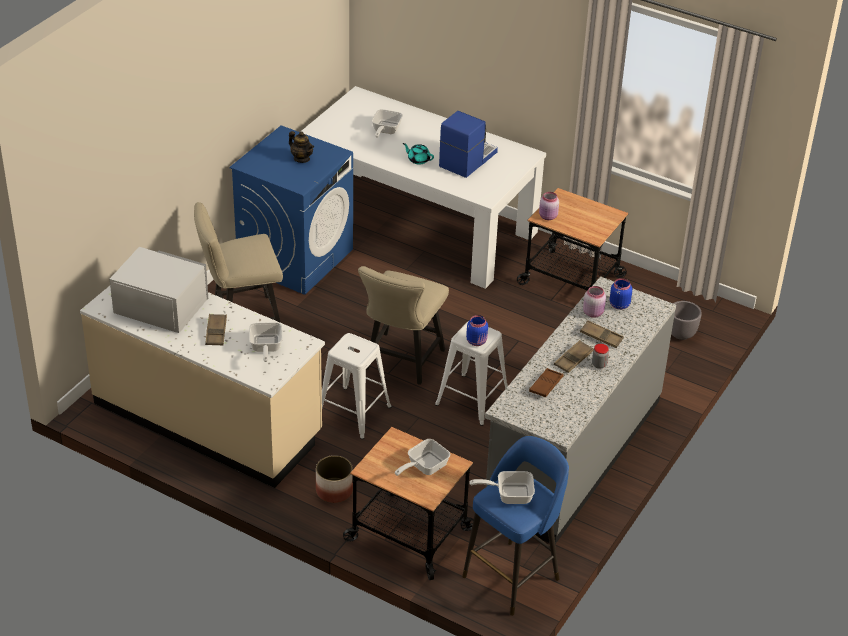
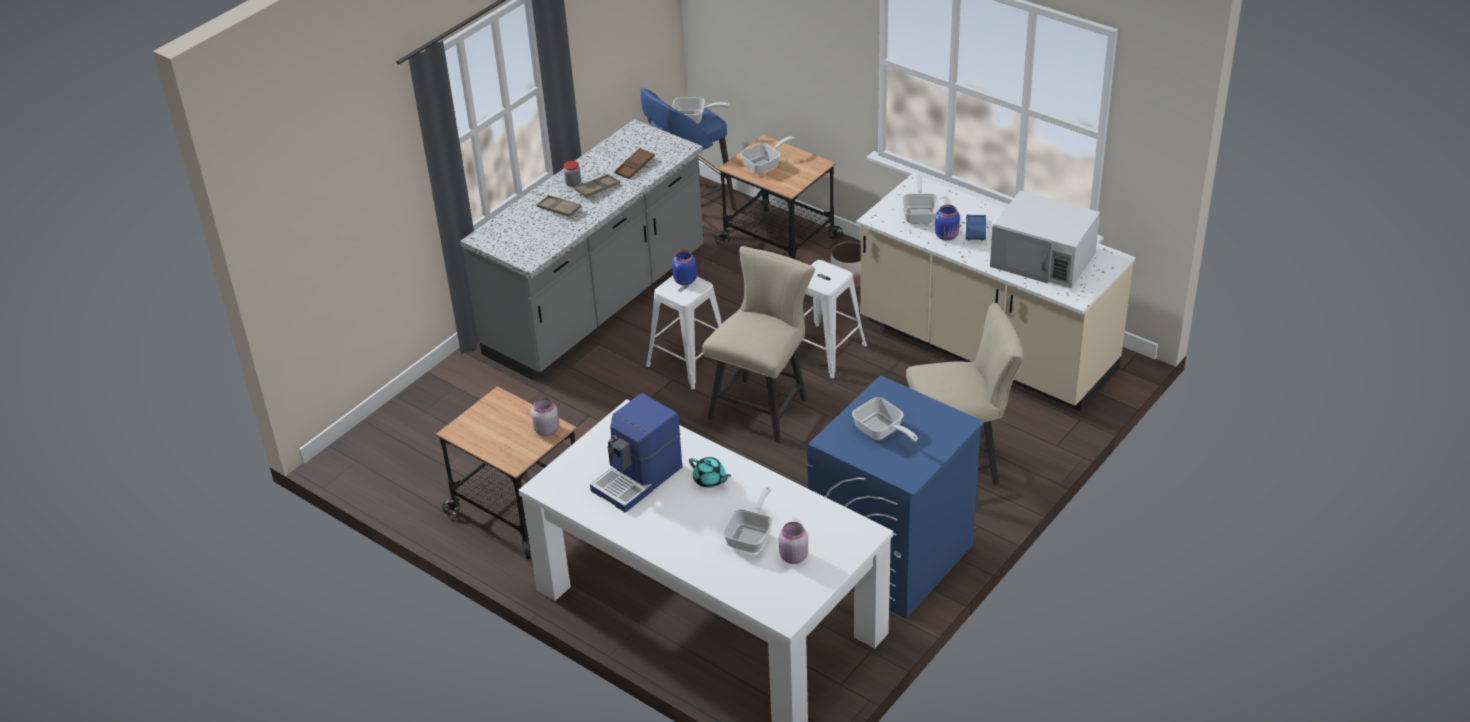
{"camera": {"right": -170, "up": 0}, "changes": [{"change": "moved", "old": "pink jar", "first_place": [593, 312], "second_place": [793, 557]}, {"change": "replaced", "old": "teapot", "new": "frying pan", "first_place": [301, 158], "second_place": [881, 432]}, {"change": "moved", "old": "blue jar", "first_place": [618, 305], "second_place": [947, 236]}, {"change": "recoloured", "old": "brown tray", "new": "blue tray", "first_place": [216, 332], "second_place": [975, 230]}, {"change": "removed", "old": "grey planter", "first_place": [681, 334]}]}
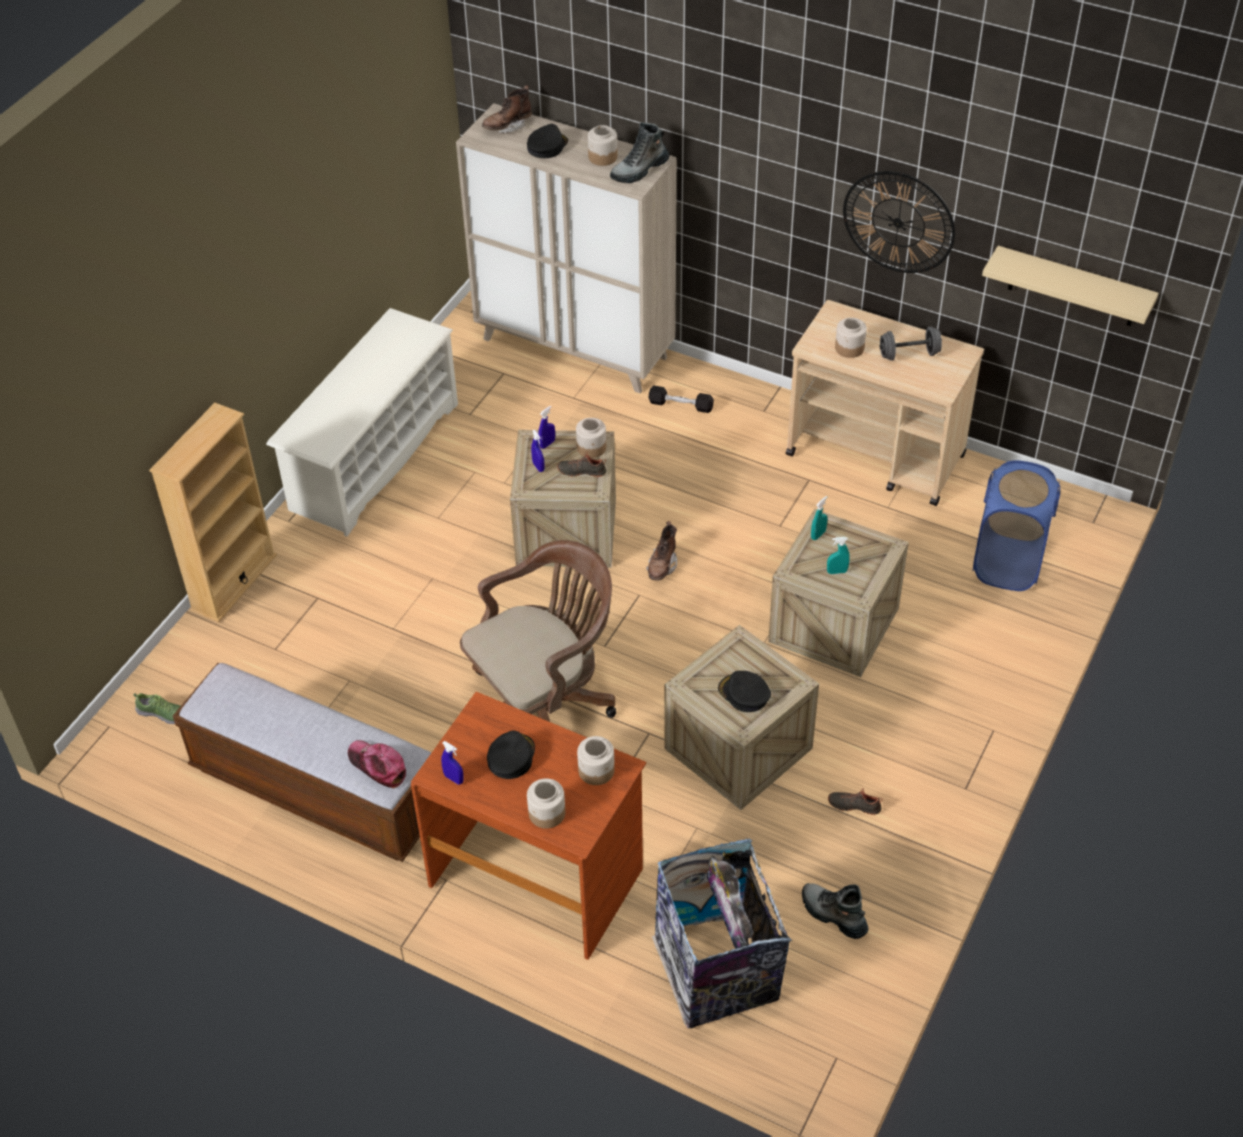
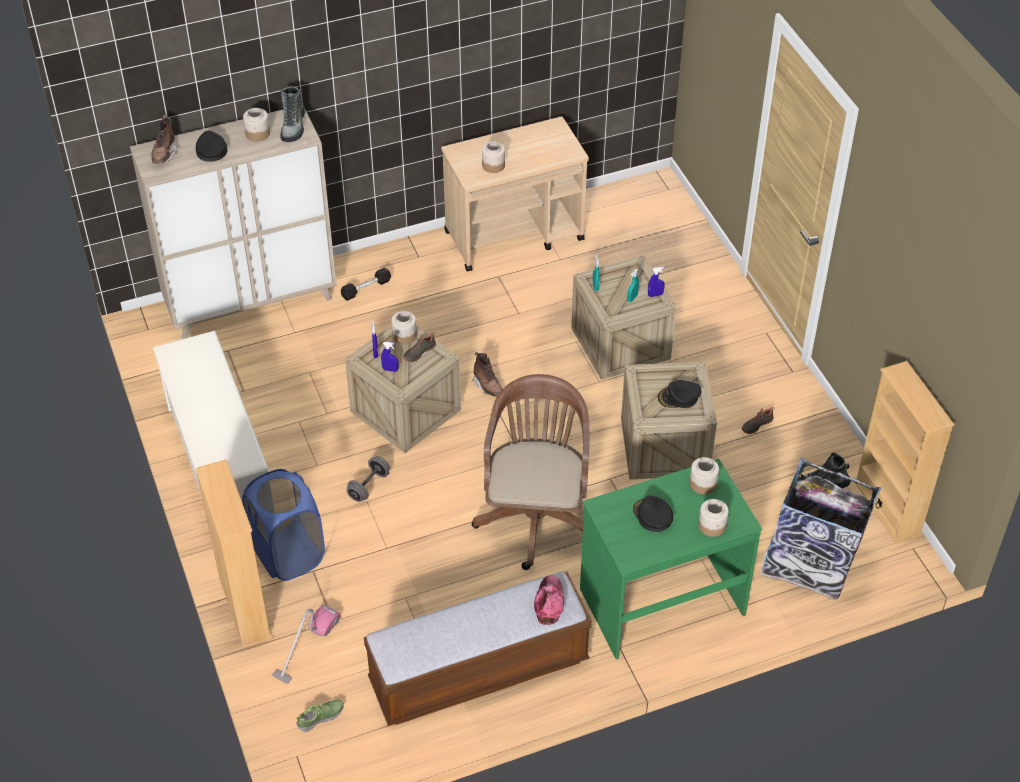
{"camera": {"right": -50, "up": 0}, "changes": [{"change": "moved", "old": "blue laundry basket", "first_place": [1007, 564], "second_place": [288, 554]}, {"change": "added", "new": "vacuum cleaner", "second_place": [306, 646]}, {"change": "moved", "old": "grey dumbbell", "first_place": [909, 354], "second_place": [369, 486]}, {"change": "turned", "old": "cap", "first_place": [378, 766], "second_place": [549, 602], "degrees": 105}, {"change": "recoloured", "old": "brown desk", "new": "green desk", "first_place": [537, 876], "second_place": [661, 600]}, {"change": "moved", "old": "blue spray bottle", "first_place": [453, 778], "second_place": [655, 295]}, {"change": "added", "new": "beige bookcase", "second_place": [887, 508]}, {"change": "removed", "old": "wall clock", "first_place": [898, 222]}, {"change": "removed", "old": "beige shelf", "first_place": [1073, 287]}]}
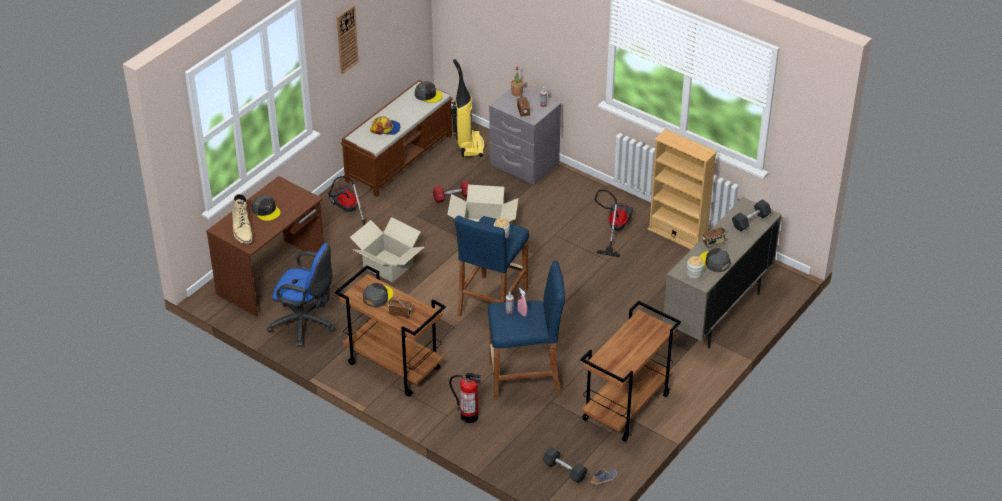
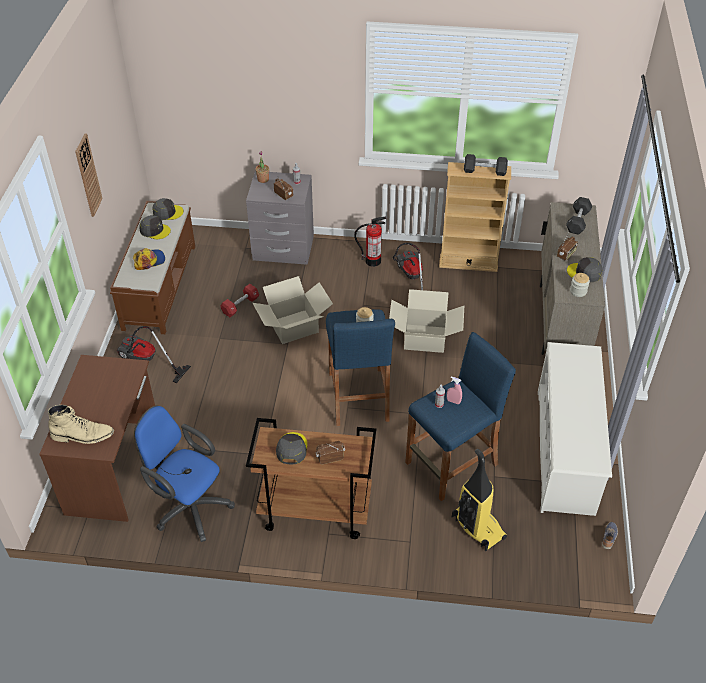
{"camera": {"right": -30, "up": 5}, "changes": [{"change": "turned", "old": "beige boot", "first_place": [242, 230], "second_place": [82, 435], "degrees": -45}, {"change": "turned", "old": "blue office chair", "first_place": [306, 325], "second_place": [189, 506], "degrees": -135}, {"change": "moved", "old": "grey cap", "first_place": [266, 210], "second_place": [155, 230]}, {"change": "moved", "old": "fire extinguisher", "first_place": [469, 416], "second_place": [373, 261]}, {"change": "moved", "old": "cardboard box", "first_place": [388, 266], "second_place": [425, 338]}, {"change": "moved", "old": "vacuum cleaner", "first_place": [469, 145], "second_place": [477, 528]}, {"change": "moved", "old": "black dumbbell", "first_place": [564, 470], "second_place": [484, 171]}, {"change": "replaced", "old": "brown cart", "new": "white shoe rack", "first_place": [626, 408], "second_place": [565, 451]}]}
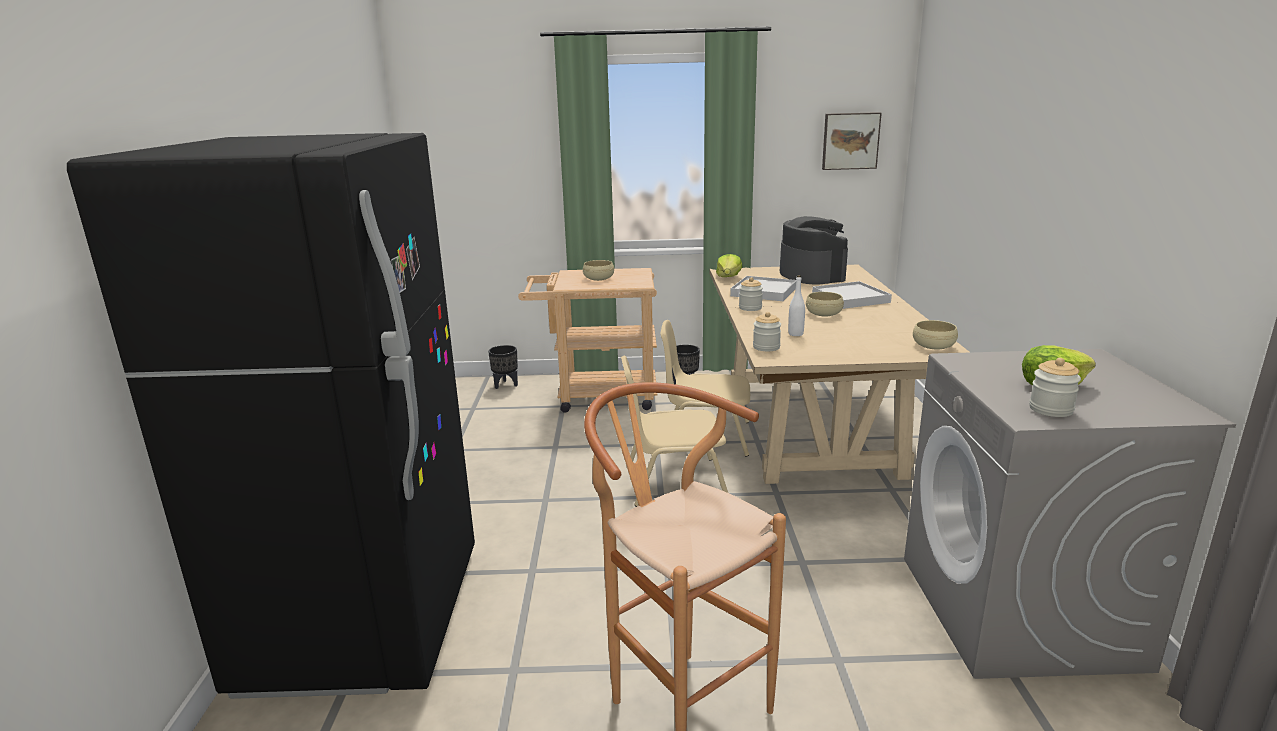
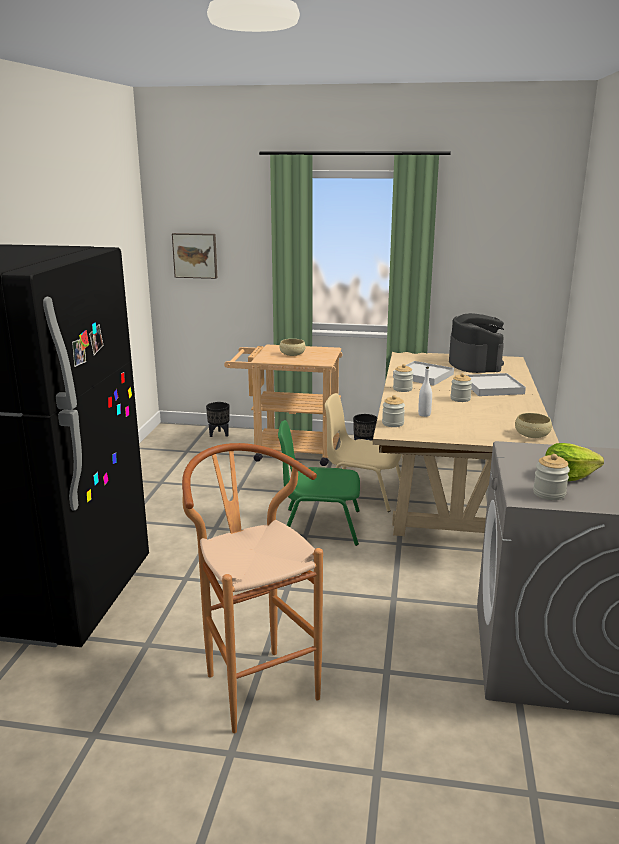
{"camera": {"right": 10, "up": 0}, "changes": [{"change": "moved", "old": "picture", "first_place": [850, 141], "second_place": [195, 255]}, {"change": "recoloured", "old": "beige chair", "new": "green chair", "first_place": [673, 482], "second_place": [320, 526]}, {"change": "replaced", "old": "beige bowl", "new": "jar", "first_place": [823, 313], "second_place": [460, 399]}, {"change": "removed", "old": "lettuce", "first_place": [728, 277]}]}
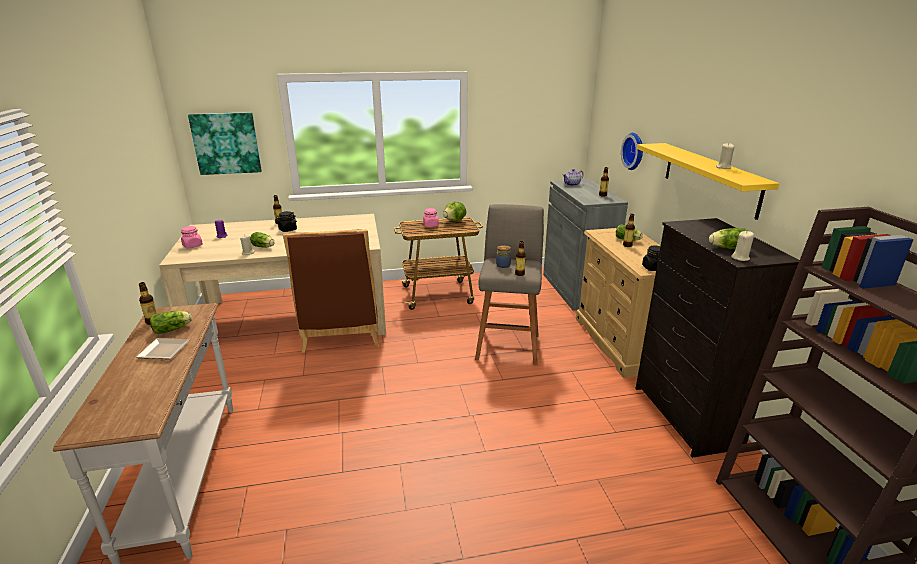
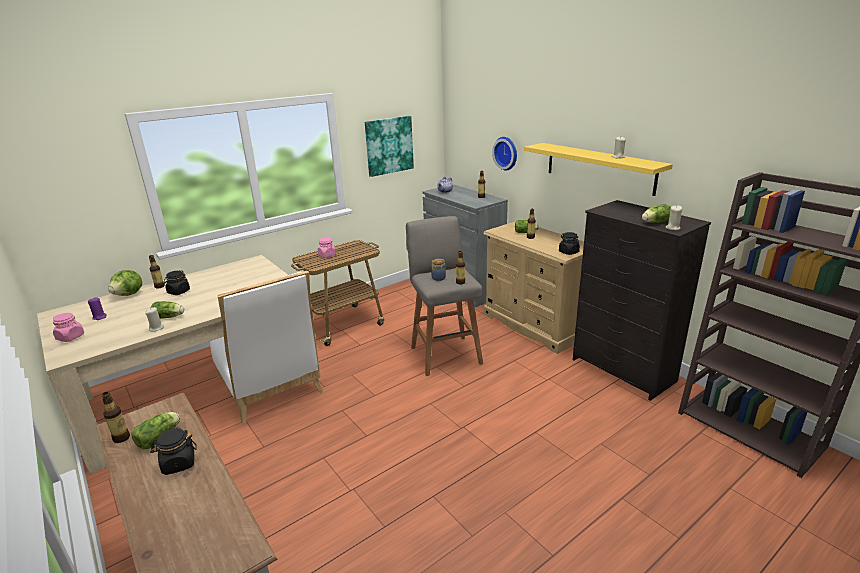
{"camera": {"right": -25, "up": 0}, "changes": [{"change": "moved", "old": "lettuce", "first_place": [455, 221], "second_place": [129, 294]}, {"change": "replaced", "old": "plate", "new": "black jar", "first_place": [166, 350], "second_place": [178, 463]}, {"change": "recoloured", "old": "brown chair", "new": "white chair", "first_place": [342, 331], "second_place": [271, 388]}, {"change": "moved", "old": "picture", "first_place": [226, 143], "second_place": [389, 145]}]}
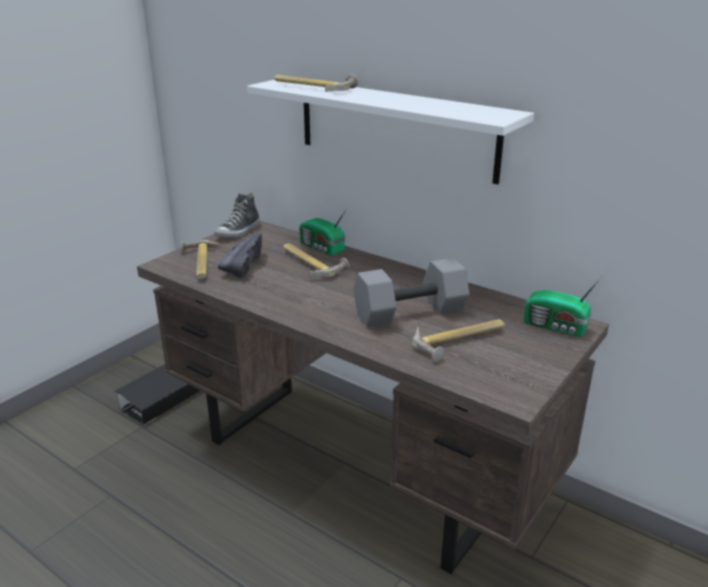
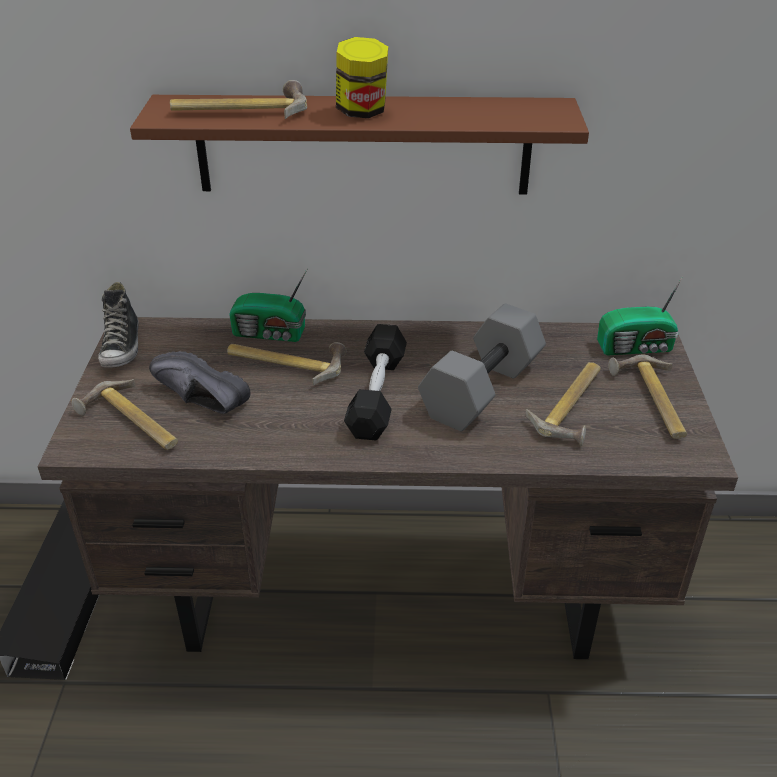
{"camera": {"right": -35, "up": 10}, "changes": [{"change": "recoloured", "old": "white shelf", "new": "brown shelf", "first_place": [395, 128], "second_place": [363, 145]}, {"change": "turned", "old": "black shoe", "first_place": [242, 265], "second_place": [197, 402], "degrees": -45}, {"change": "added", "new": "jar", "second_place": [362, 112]}, {"change": "added", "new": "black dumbbell", "second_place": [377, 394]}, {"change": "added", "new": "hammer", "second_place": [651, 401]}]}
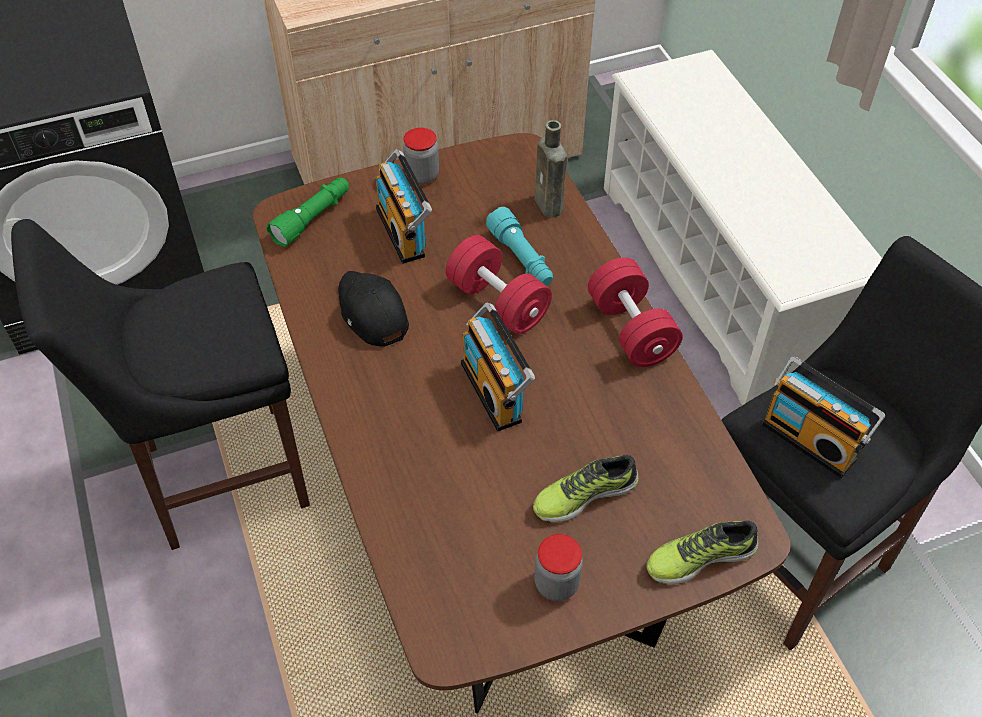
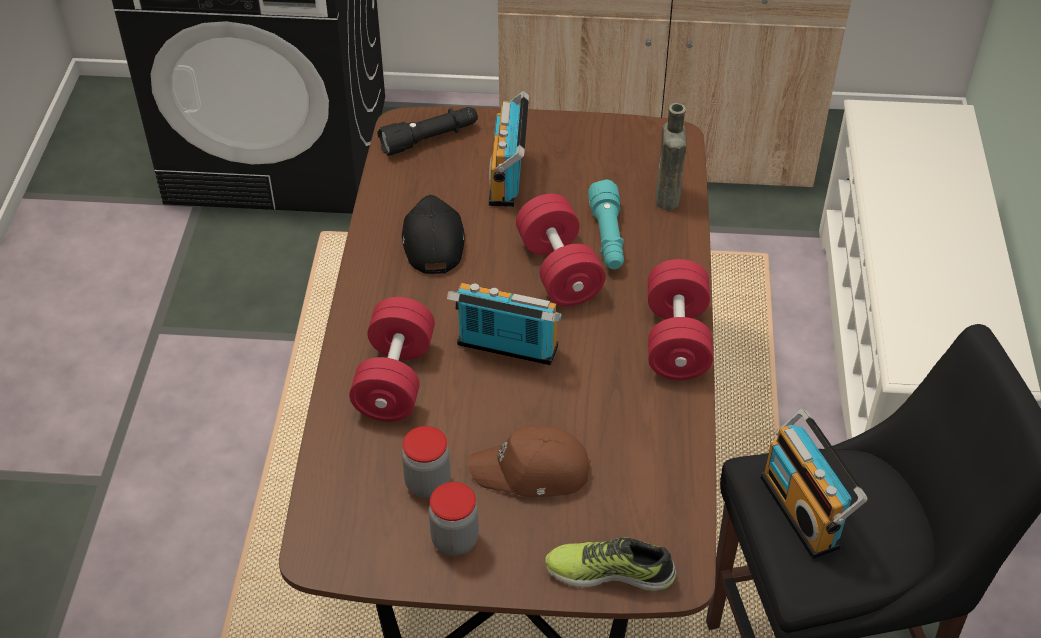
{"camera": {"right": 25, "up": -5}, "changes": [{"change": "added", "new": "red dumbbell", "second_place": [395, 379]}, {"change": "recoloured", "old": "green flashlight", "new": "black flashlight", "first_place": [313, 218], "second_place": [430, 139]}, {"change": "moved", "old": "jar", "first_place": [422, 175], "second_place": [428, 483]}, {"change": "turned", "old": "radio", "first_place": [495, 391], "second_place": [505, 349], "degrees": 105}, {"change": "replaced", "old": "shoe", "new": "brown cap", "first_place": [584, 494], "second_place": [532, 472]}, {"change": "removed", "old": "black stool", "first_place": [217, 477]}]}
